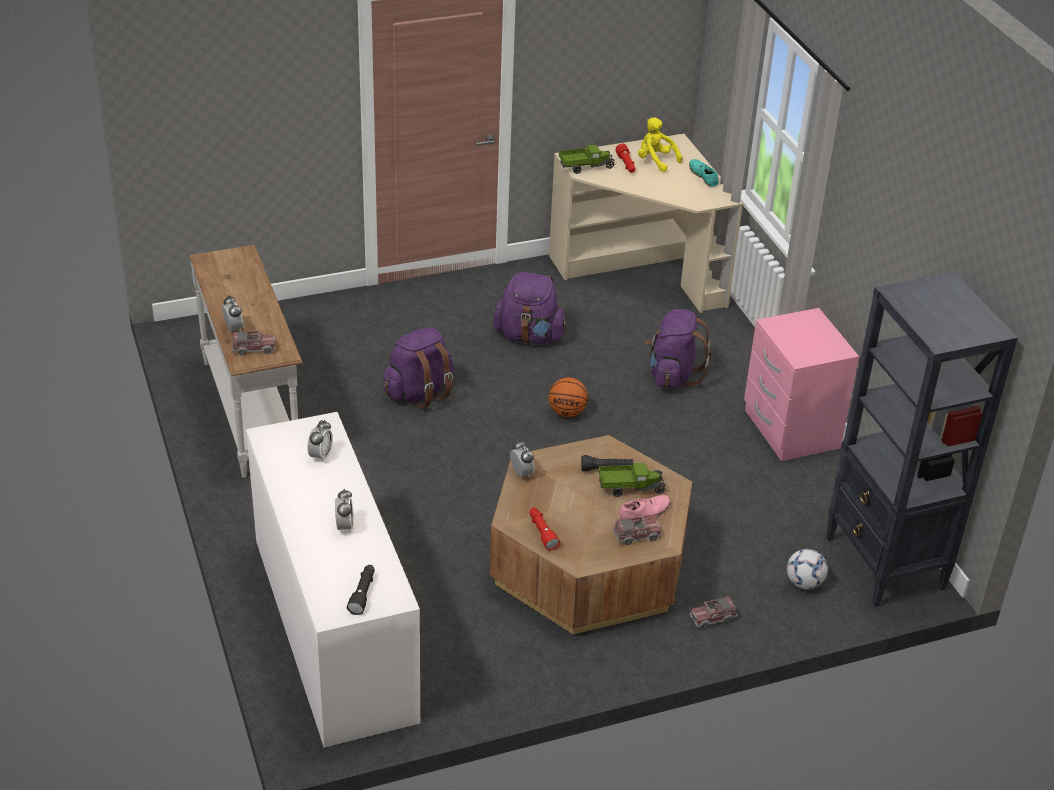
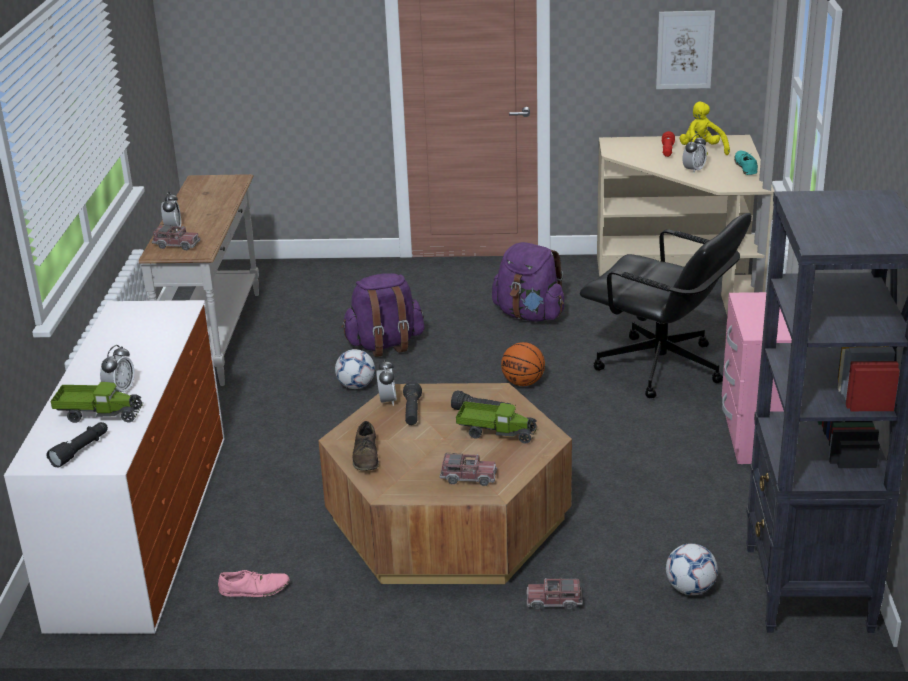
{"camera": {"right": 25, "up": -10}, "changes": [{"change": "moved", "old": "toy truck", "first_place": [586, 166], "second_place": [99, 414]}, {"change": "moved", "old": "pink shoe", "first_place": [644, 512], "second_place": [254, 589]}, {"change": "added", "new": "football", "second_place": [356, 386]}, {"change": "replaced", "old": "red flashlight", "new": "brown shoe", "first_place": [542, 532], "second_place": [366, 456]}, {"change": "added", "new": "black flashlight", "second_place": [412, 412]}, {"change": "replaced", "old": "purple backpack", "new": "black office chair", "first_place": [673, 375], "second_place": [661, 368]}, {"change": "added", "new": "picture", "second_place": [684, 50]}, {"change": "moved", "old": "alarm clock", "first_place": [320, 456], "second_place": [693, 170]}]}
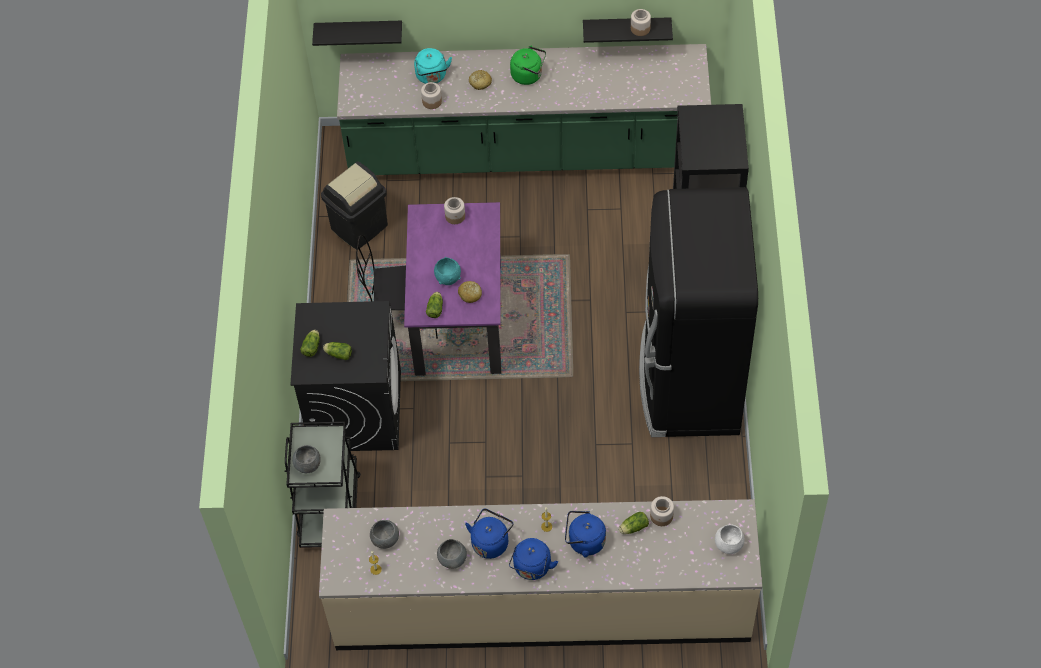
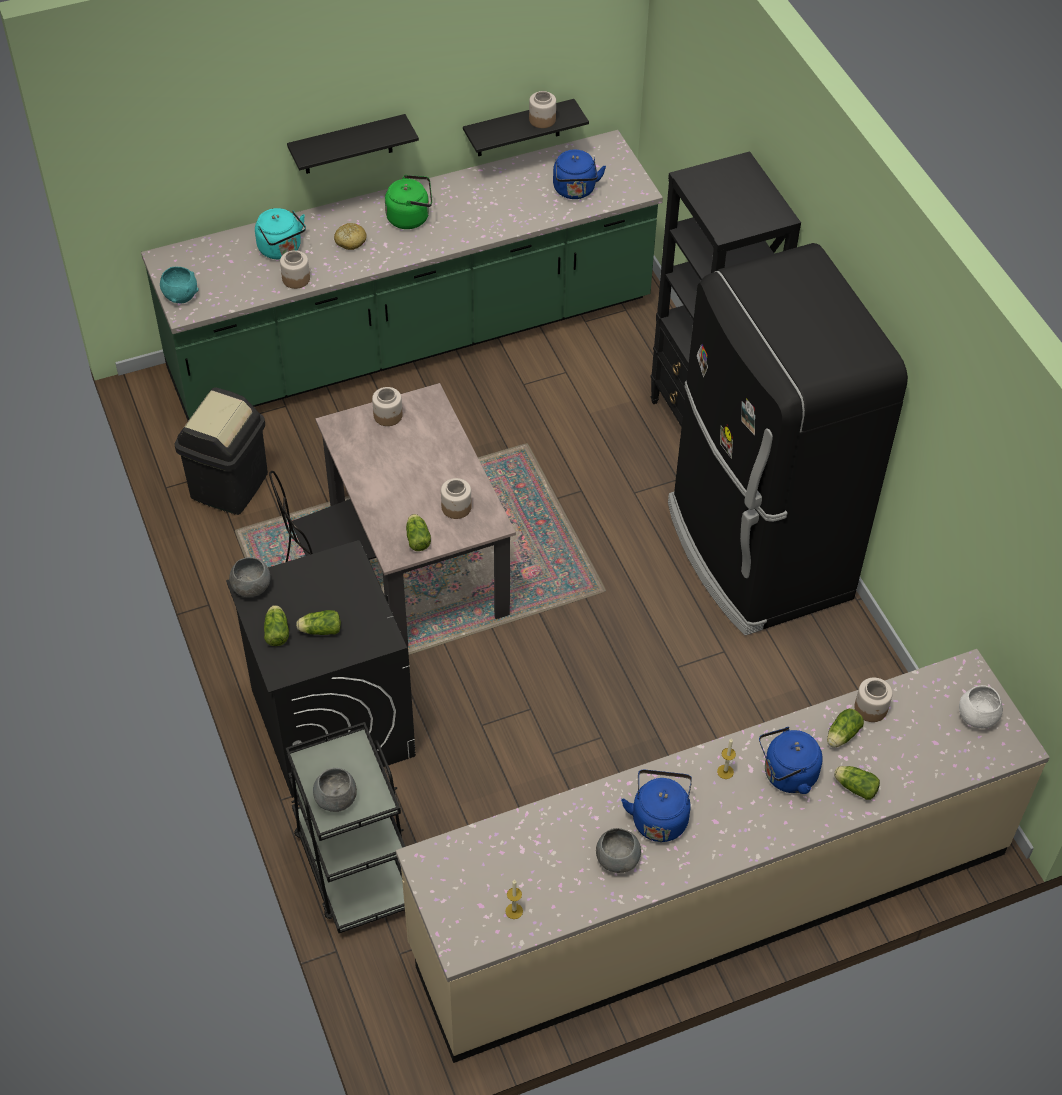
{"camera": {"right": -25, "up": -5}, "changes": [{"change": "moved", "old": "turquoise bowl", "first_place": [448, 277], "second_place": [181, 295]}, {"change": "moved", "old": "grey bowl", "first_place": [385, 539], "second_place": [251, 587]}, {"change": "moved", "old": "black shelf", "first_place": [359, 32], "second_place": [347, 145]}, {"change": "recoloured", "old": "purple dining table", "new": "beige dining table", "first_place": [458, 317], "second_place": [418, 560]}, {"change": "replaced", "old": "bread", "new": "jar", "first_place": [470, 294], "second_place": [456, 507]}, {"change": "moved", "old": "blue kettle", "first_place": [532, 568], "second_place": [575, 191]}, {"change": "added", "new": "lettuce", "second_place": [854, 786]}]}
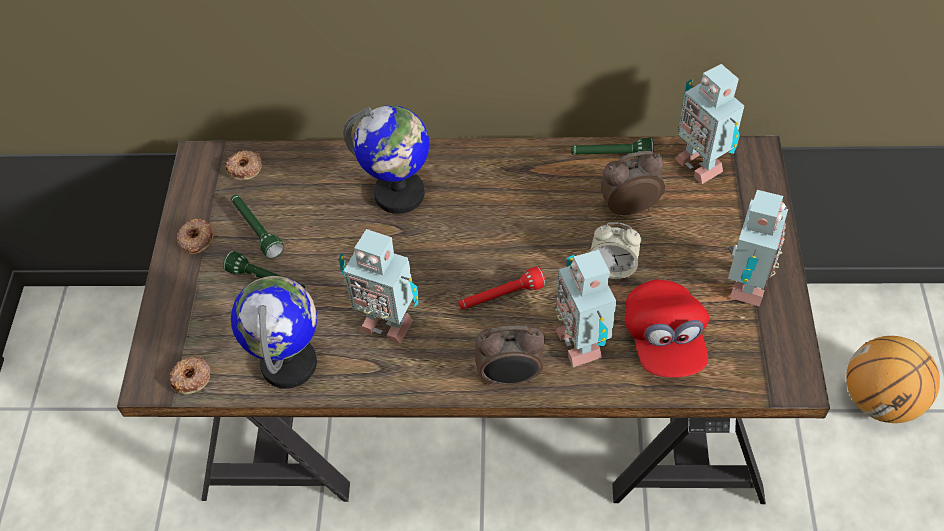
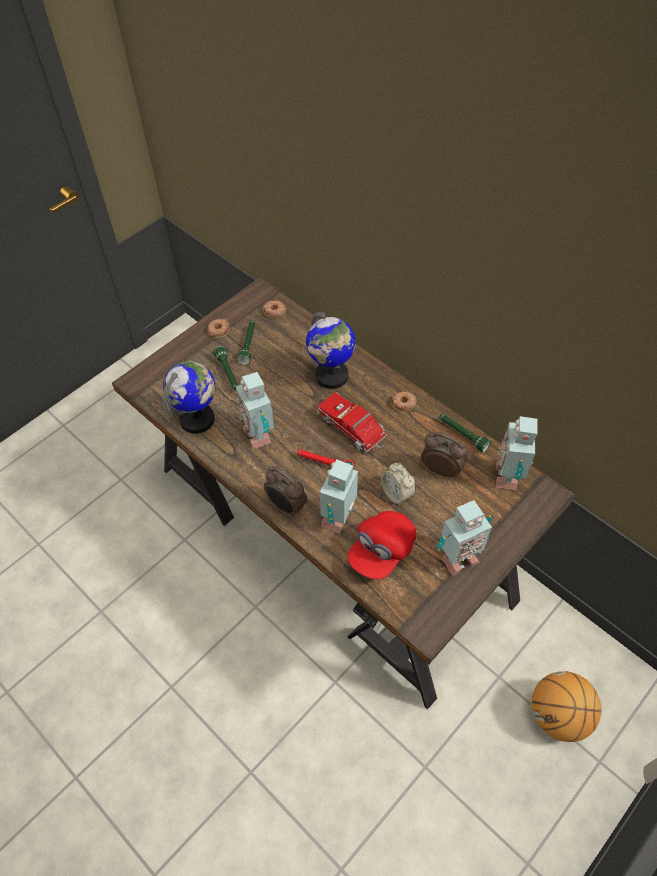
{"camera": {"right": 40, "up": 0}, "changes": [{"change": "added", "new": "toy truck", "second_place": [354, 430]}, {"change": "moved", "old": "donut", "first_place": [191, 377], "second_place": [404, 403]}]}
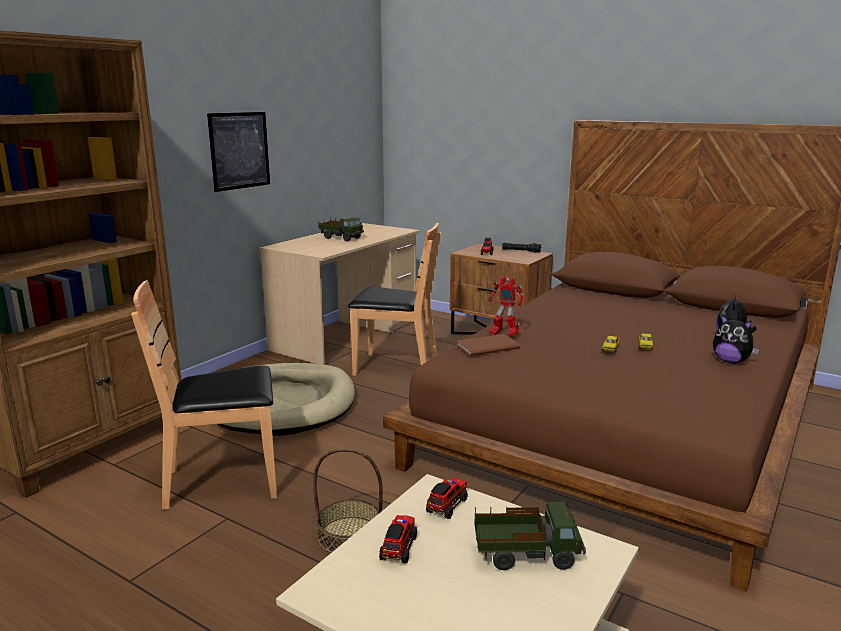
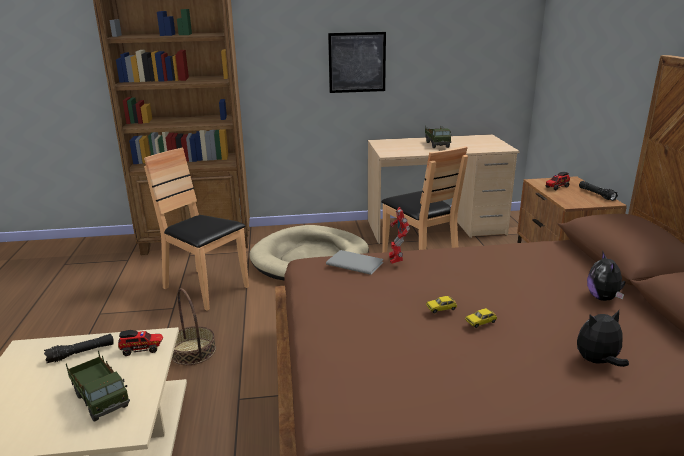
{"camera": {"right": 50, "up": 5}, "changes": [{"change": "replaced", "old": "toy truck", "new": "black flashlight", "first_place": [399, 547], "second_place": [81, 353]}, {"change": "recoloured", "old": "brown book", "new": "grey book", "first_place": [486, 346], "second_place": [354, 262]}, {"change": "moved", "old": "plush toy", "first_place": [731, 361], "second_place": [603, 298]}]}
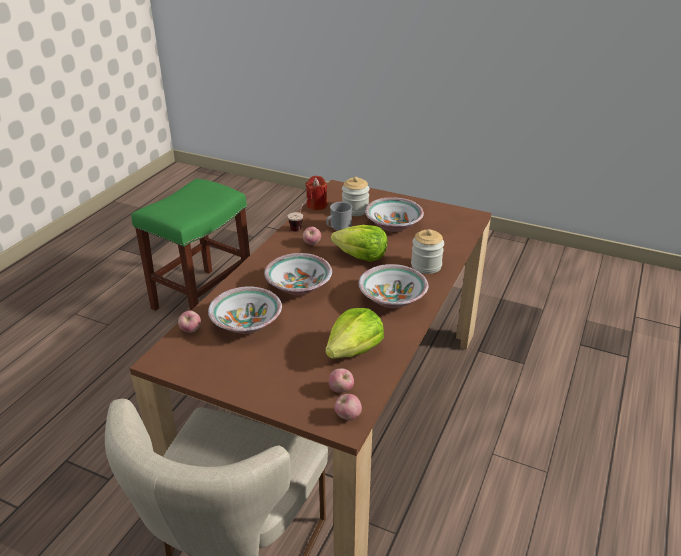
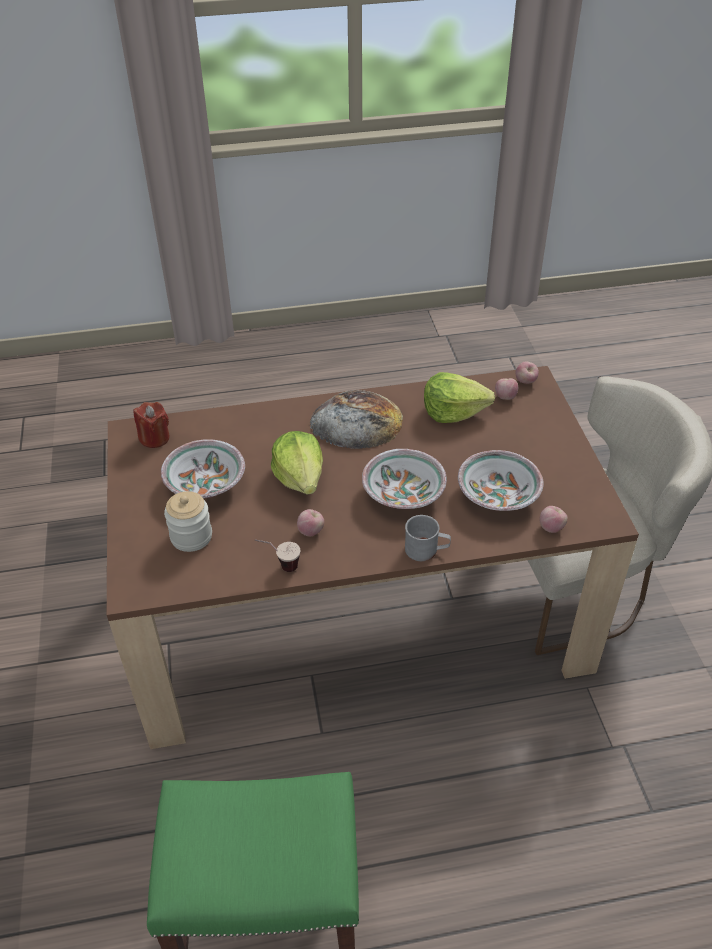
{"camera": {"right": -125, "up": 10}, "changes": [{"change": "moved", "old": "red candle", "first_place": [317, 205], "second_place": [154, 438]}, {"change": "replaced", "old": "bowl", "new": "bread", "first_place": [393, 299], "second_place": [356, 421]}, {"change": "moved", "old": "grey mug", "first_place": [338, 227], "second_place": [426, 550]}, {"change": "removed", "old": "jar", "first_place": [426, 266]}]}
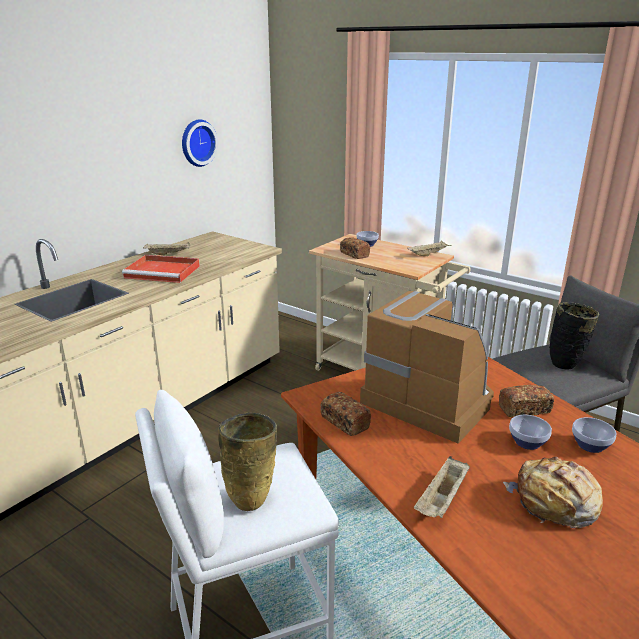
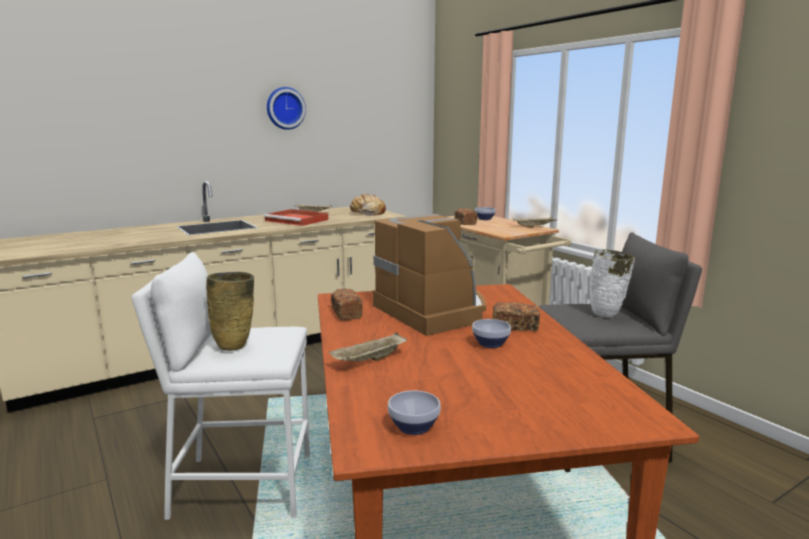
{"camera": {"right": 20, "up": -10}, "changes": [{"change": "moved", "old": "wall clock", "first_place": [197, 143], "second_place": [285, 108]}, {"change": "moved", "old": "bread", "first_place": [555, 503], "second_place": [367, 213]}, {"change": "moved", "old": "bowl", "first_place": [591, 445], "second_place": [415, 427]}, {"change": "recoloured", "old": "black vase", "new": "white vase", "first_place": [566, 365], "second_place": [607, 315]}]}
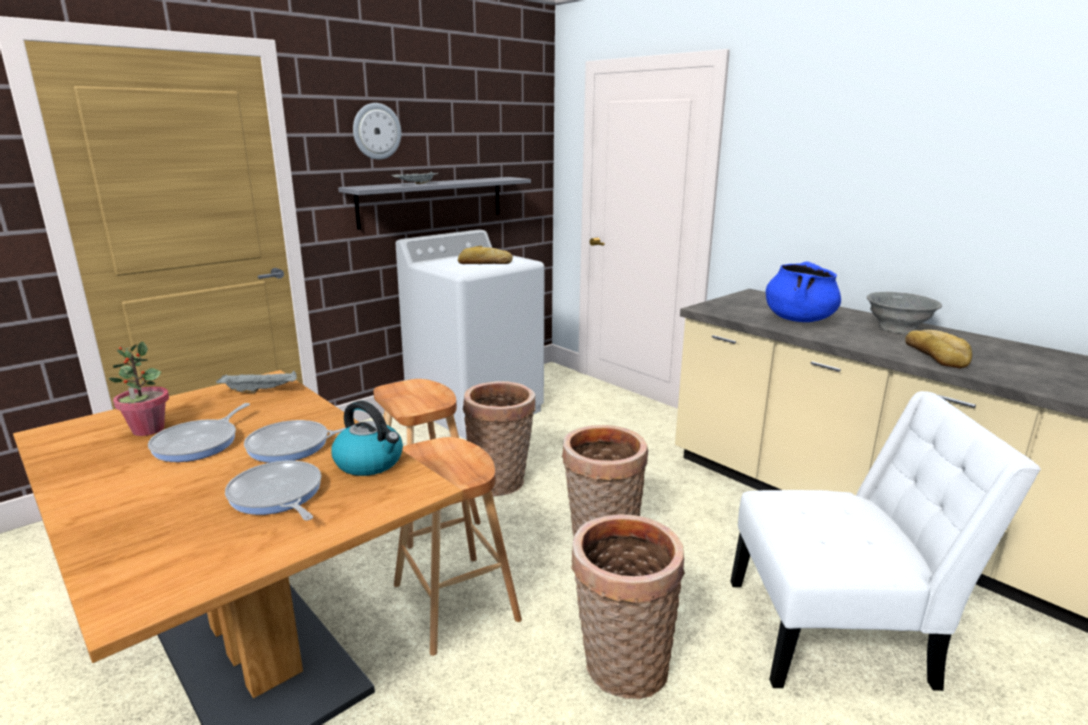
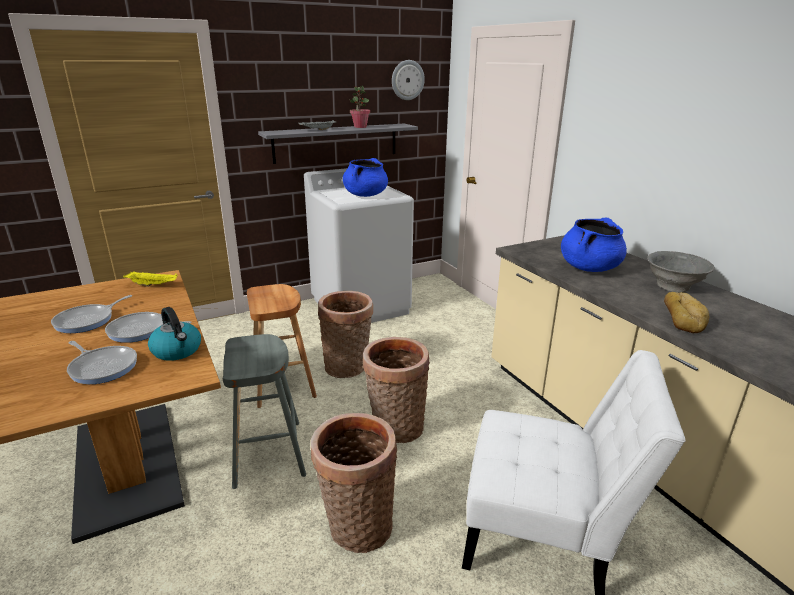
{"camera": {"right": 15, "up": 5}, "changes": [{"change": "turned", "old": "frying pan", "first_place": [277, 496], "second_place": [102, 367], "degrees": 150}, {"change": "recoloured", "old": "grey tray", "new": "yellow tray", "first_place": [261, 391], "second_place": [153, 285]}, {"change": "recoloured", "old": "brown stool", "new": "grey stool", "first_place": [455, 602], "second_place": [268, 453]}, {"change": "replaced", "old": "bread", "new": "blue cooking pot", "first_place": [485, 263], "second_place": [365, 195]}, {"change": "moved", "old": "potted plant", "first_place": [148, 429], "second_place": [360, 127]}, {"change": "moved", "old": "wall clock", "first_place": [376, 131], "second_place": [407, 80]}]}
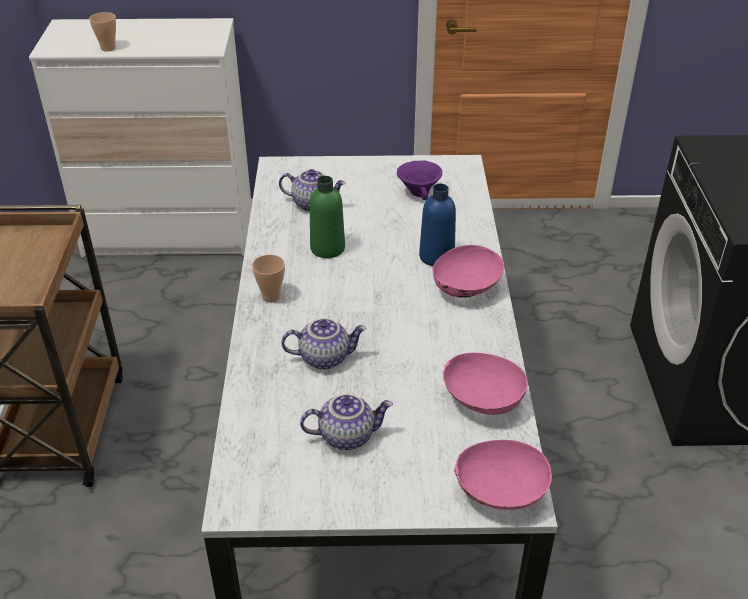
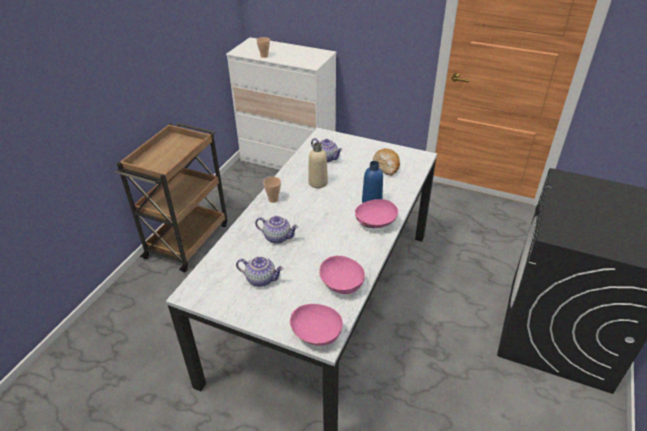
{"camera": {"right": 25, "up": 0}, "changes": [{"change": "recoloured", "old": "green bottle", "new": "beige bottle", "first_place": [327, 248], "second_place": [318, 183]}, {"change": "replaced", "old": "purple bowl", "new": "bread", "first_place": [419, 193], "second_place": [386, 166]}]}
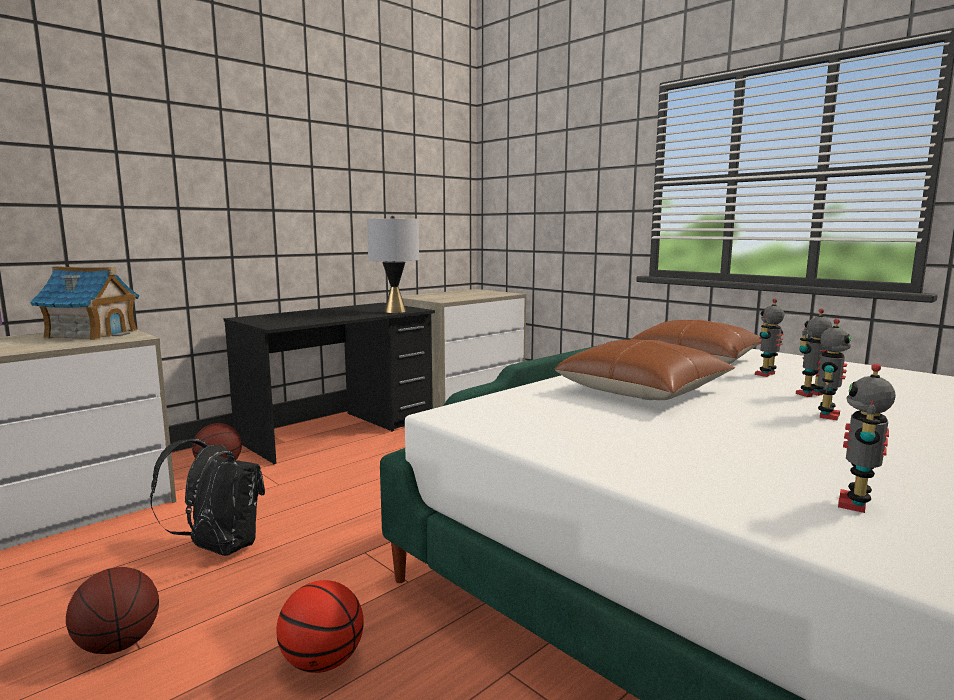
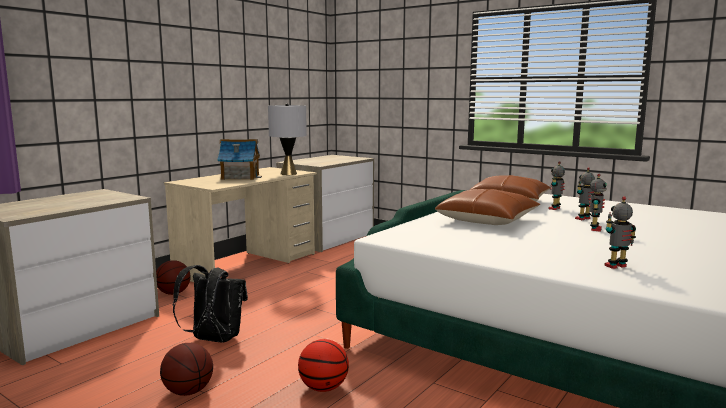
{"camera": {"right": -10, "up": 0}, "changes": [{"change": "recoloured", "old": "black desk", "new": "beige desk", "first_place": [339, 430], "second_place": [247, 264]}, {"change": "moved", "old": "toy house", "first_place": [91, 334], "second_place": [240, 177]}, {"change": "turned", "old": "toy robot", "first_place": [856, 504], "second_place": [616, 266], "degrees": 45}]}
